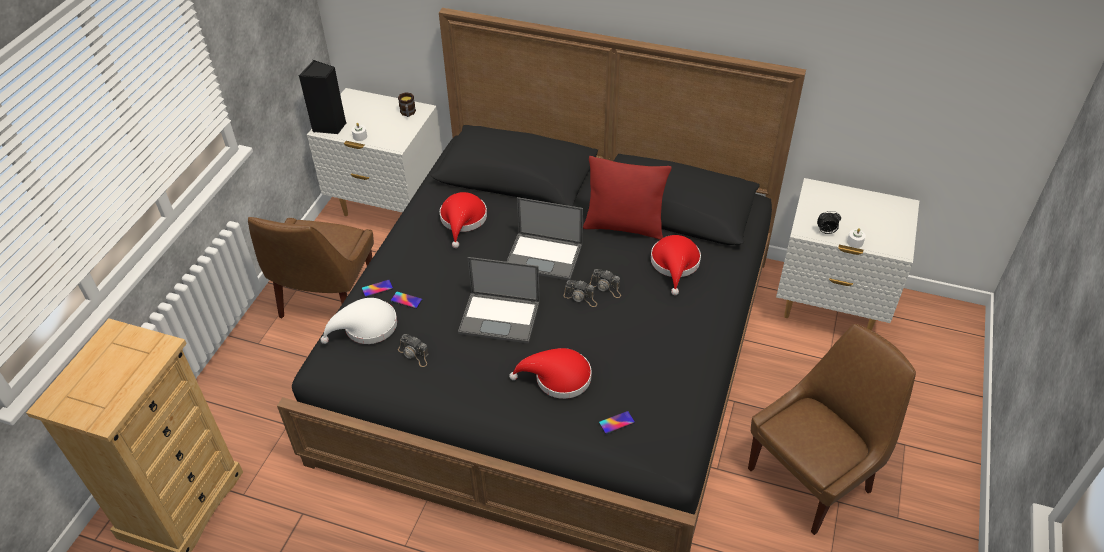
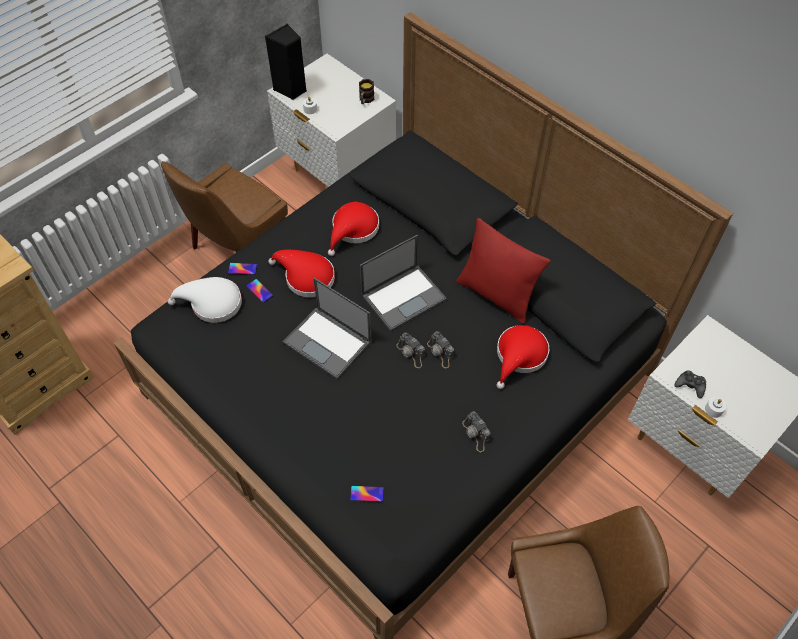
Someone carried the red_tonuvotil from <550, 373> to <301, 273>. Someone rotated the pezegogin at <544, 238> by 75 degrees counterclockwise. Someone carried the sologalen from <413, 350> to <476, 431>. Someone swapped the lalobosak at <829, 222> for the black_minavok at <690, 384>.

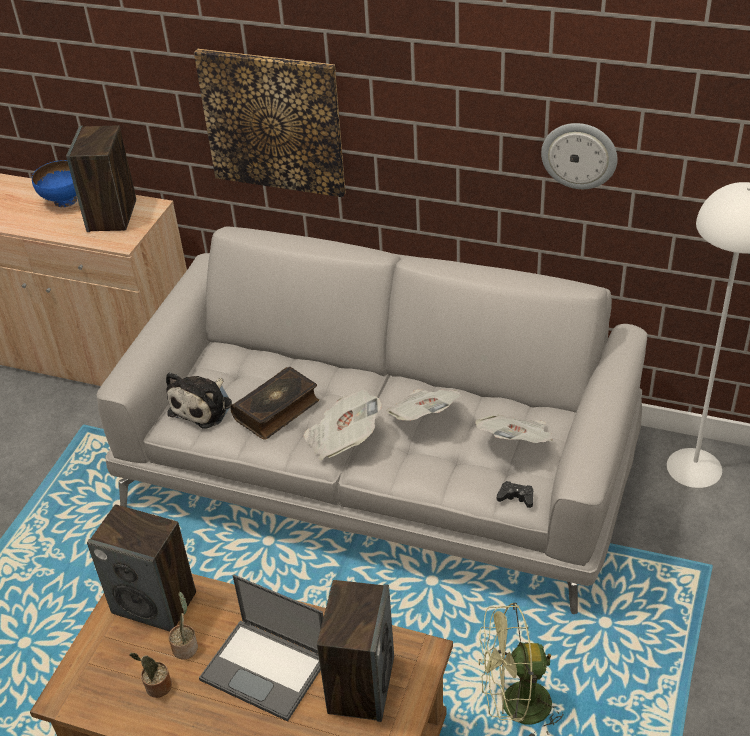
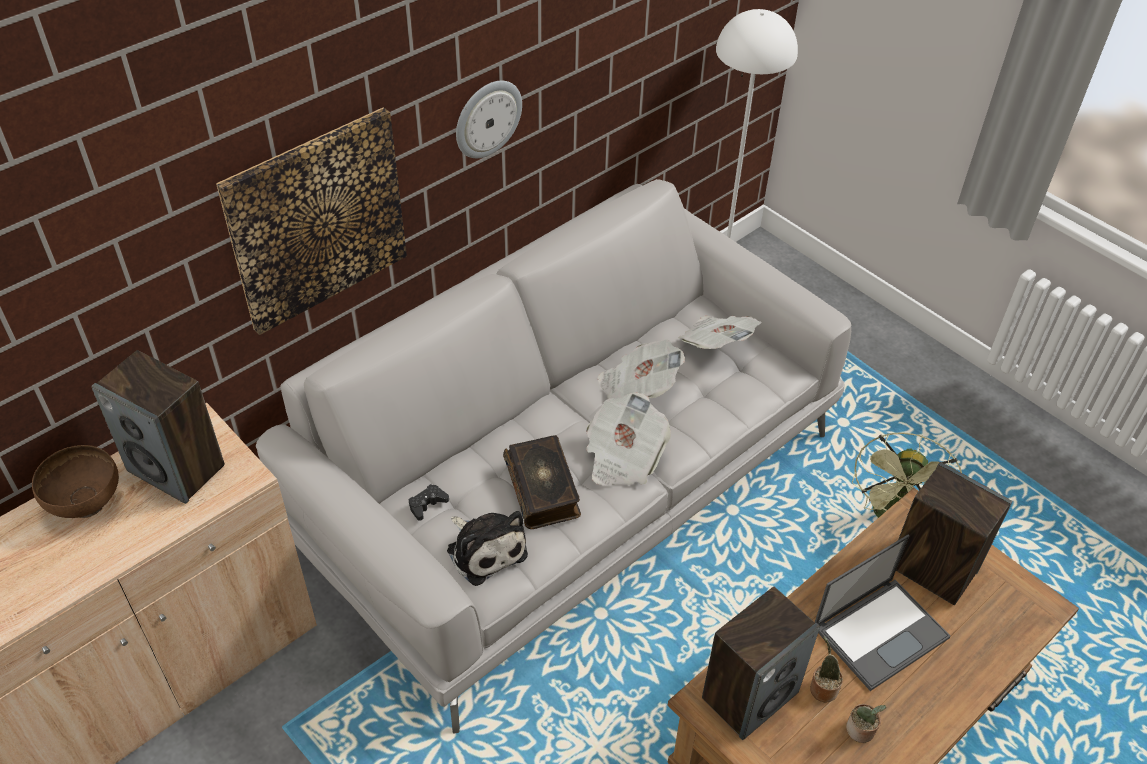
Someone repainted the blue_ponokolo at <54, 183>, which became the brown_ponokolo at <75, 481>. Someone carried the black_minavok from <515, 494> to <429, 502>. Someone carried the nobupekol from <579, 156> to <489, 119>.

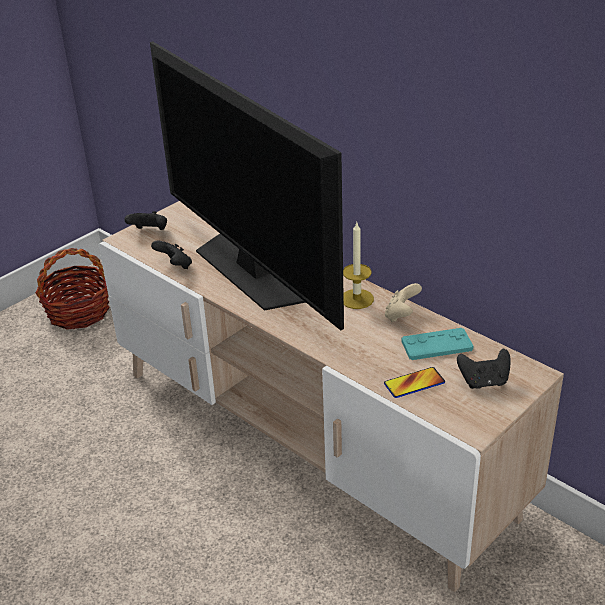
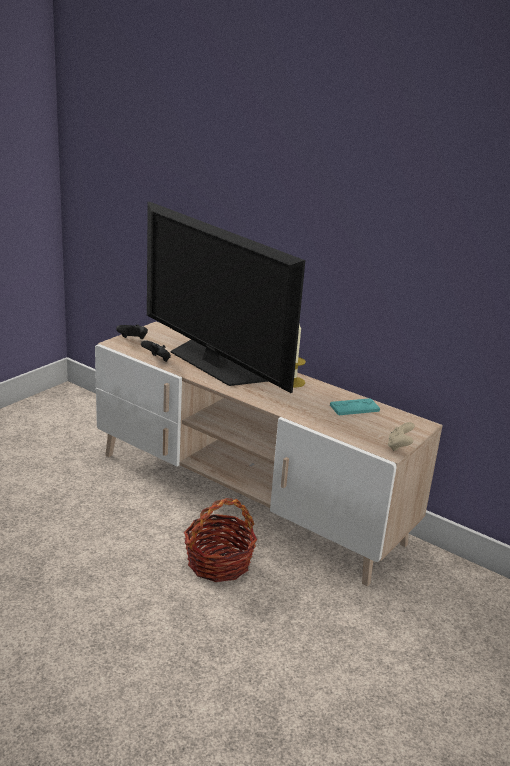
Someone carried the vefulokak from <72, 289> to <220, 540>. Someone carried the beige_minavok from <403, 302> to <401, 436>. Someone took away the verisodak at <414, 382>. Someone took away the black_minavok at <484, 369>.

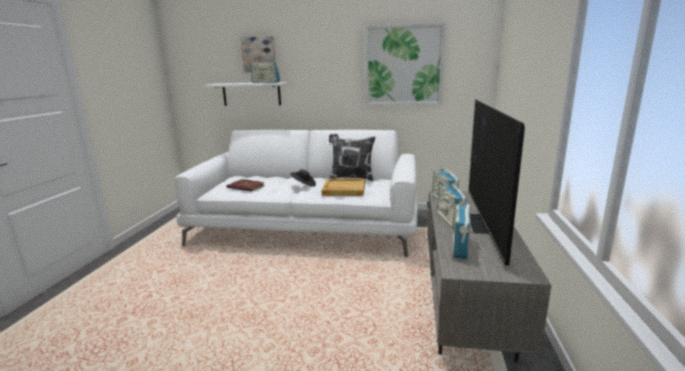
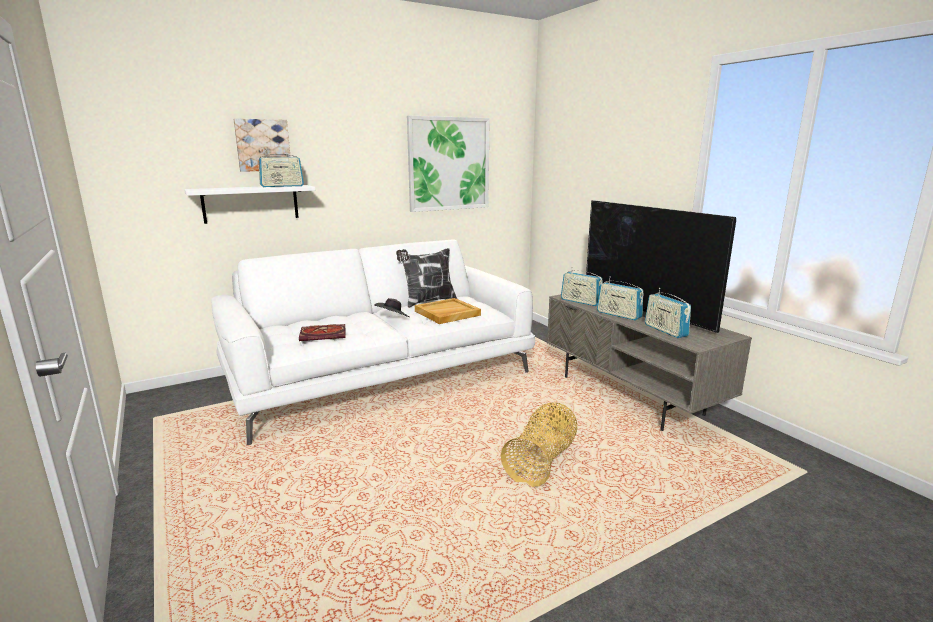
Someone put down the vefulokak at <539, 444>.

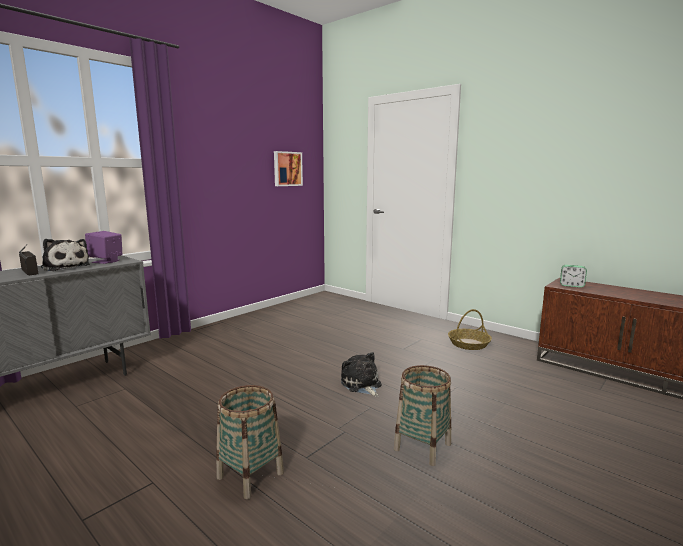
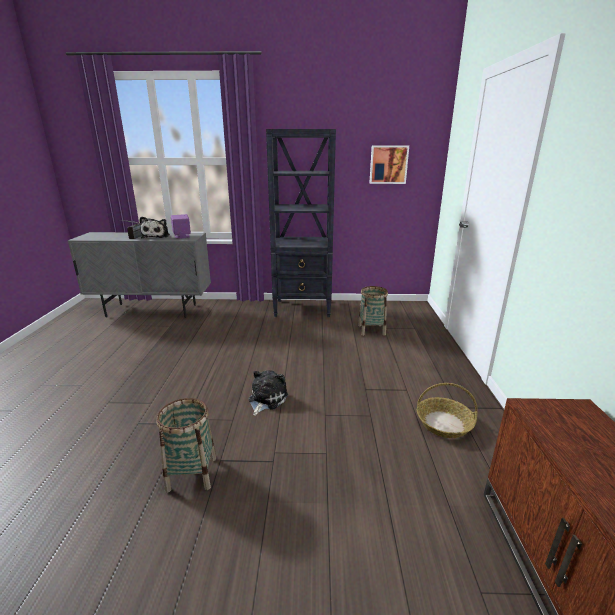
Someone put down the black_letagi at <301, 223>. Someone carried the vefulokak from <250, 442> to <373, 311>. Someone took away the lalobosak at <573, 276>.

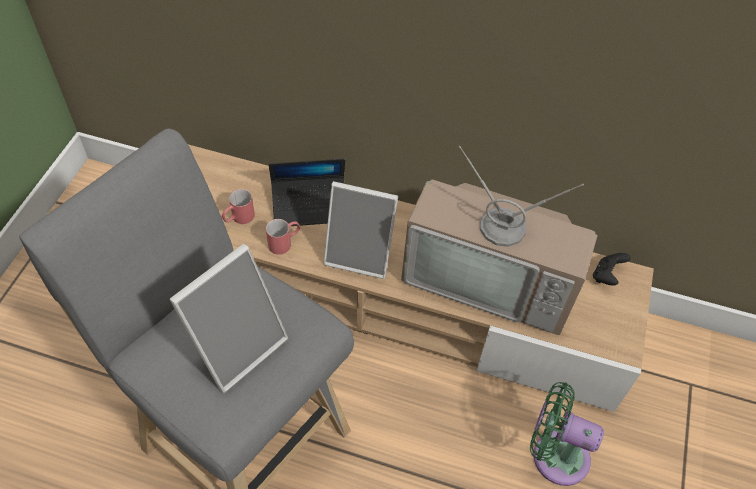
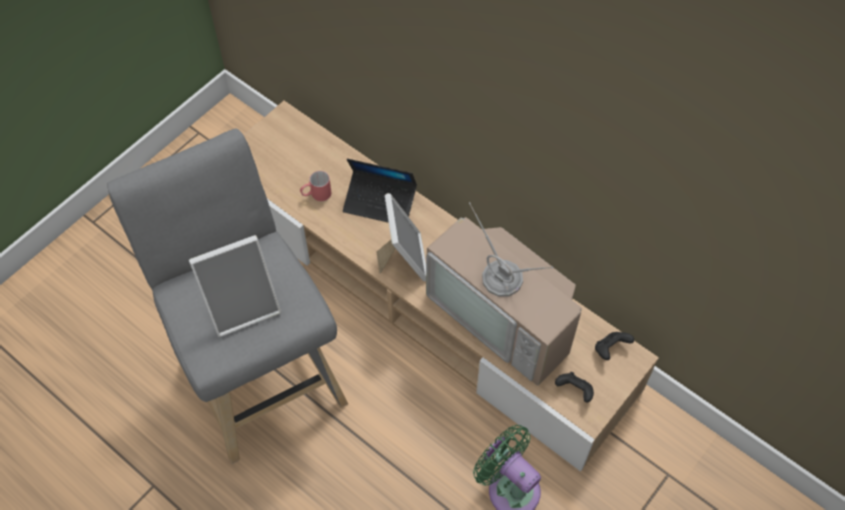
Someone rotated the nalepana at <361, 230> by 135 degrees counterclockwise. Someone put down the black_minavok at <574, 387>. Someone took away the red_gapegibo at <283, 237>.

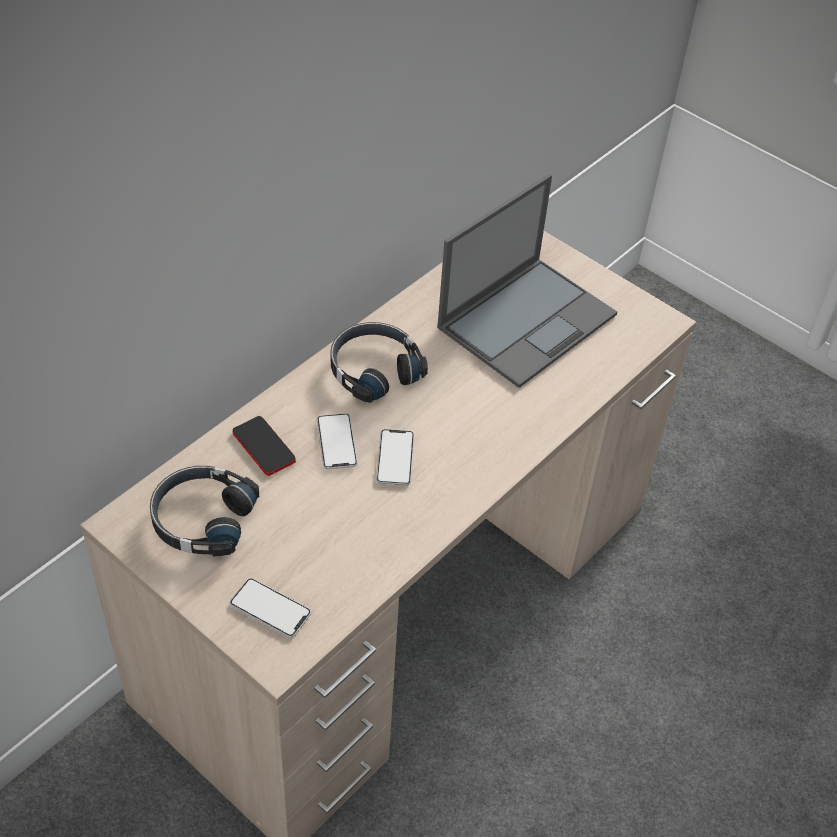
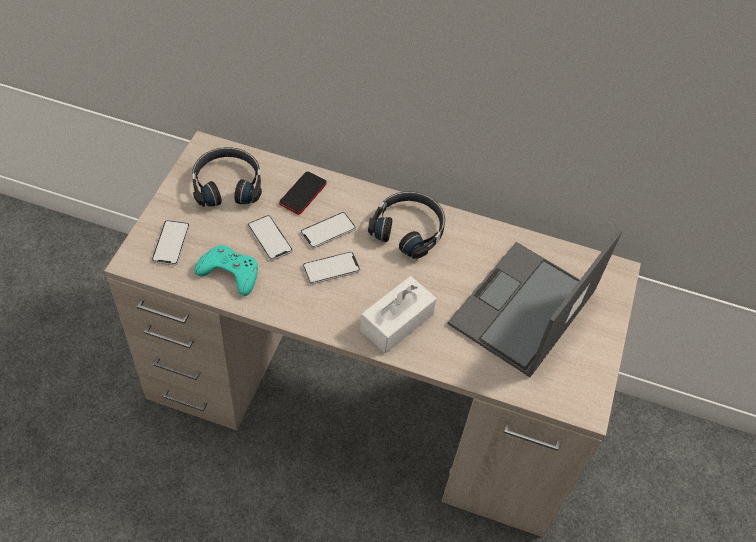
Someone put down the turquoise_minavok at <226, 270>. Someone put down the verisodak at <270, 237>. Someone put down the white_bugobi at <398, 314>. Someone rotated the pezegogin at <527, 281> by 105 degrees clockwise.

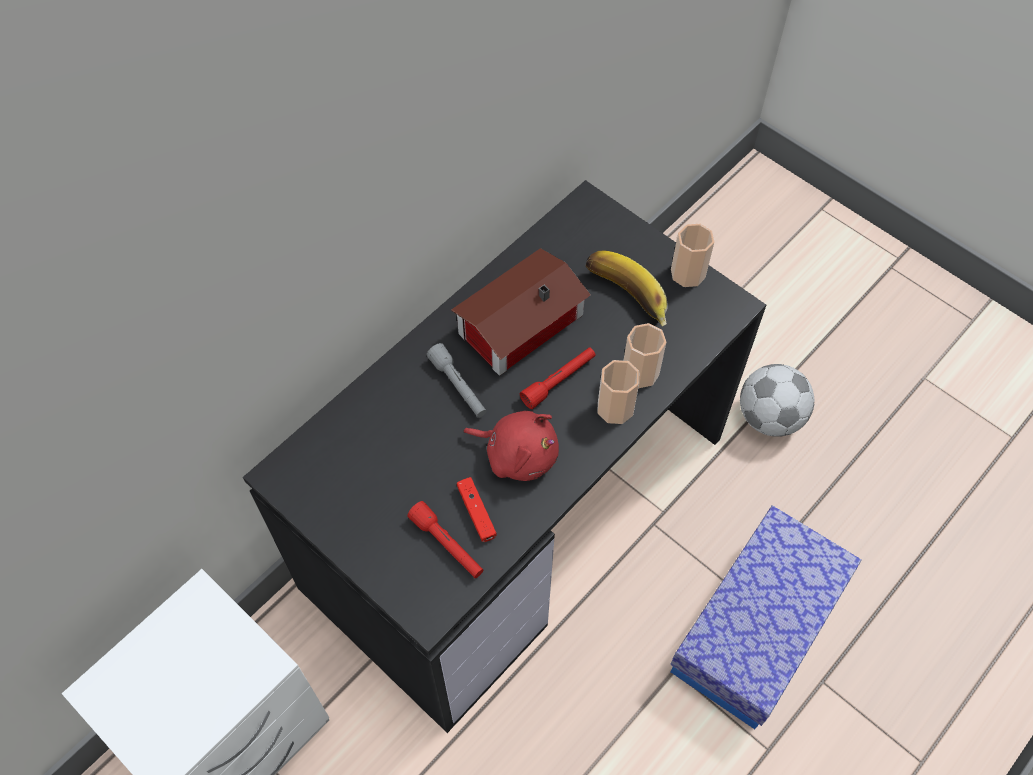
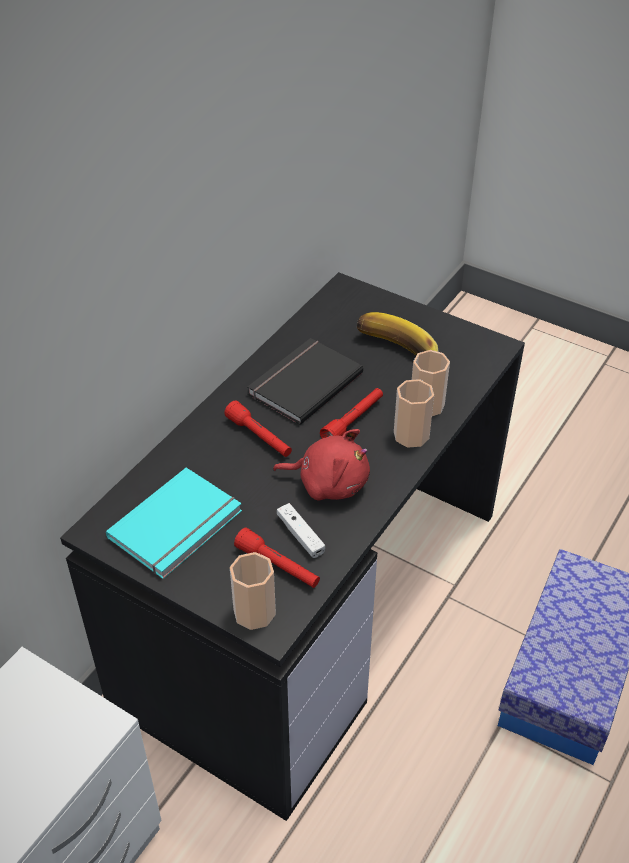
Someone put down the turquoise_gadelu at <174, 523>. Someone repainted the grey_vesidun at <457, 380>, which became the red_vesidun at <258, 429>. Someone carried the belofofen from <693, 255> to <253, 591>. Someone swapped the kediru at <521, 312> for the black_gadelu at <305, 381>. Someone repainted the red_minavok at <477, 509>, which became the white_minavok at <301, 530>. Someone took away the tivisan at <777, 400>.

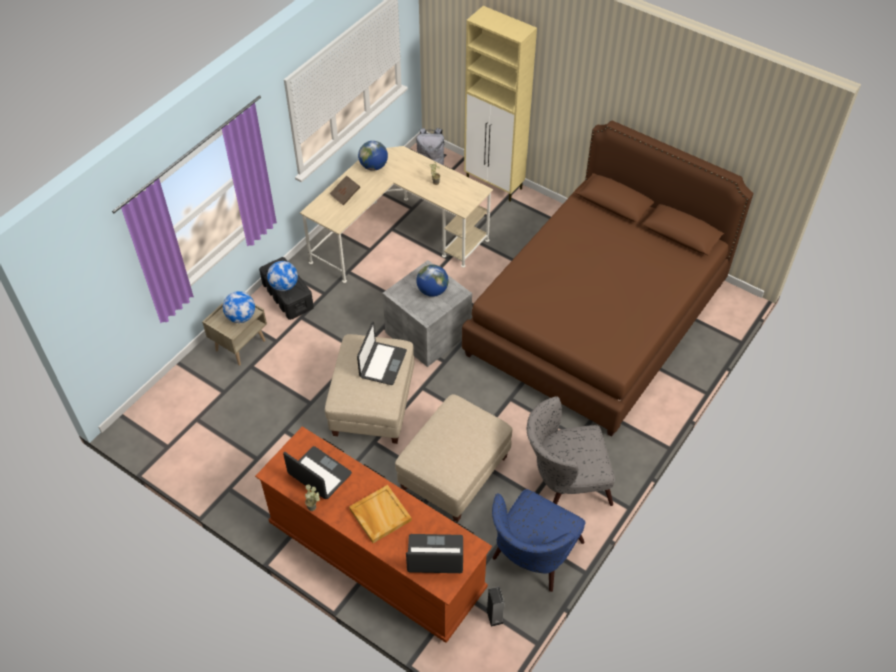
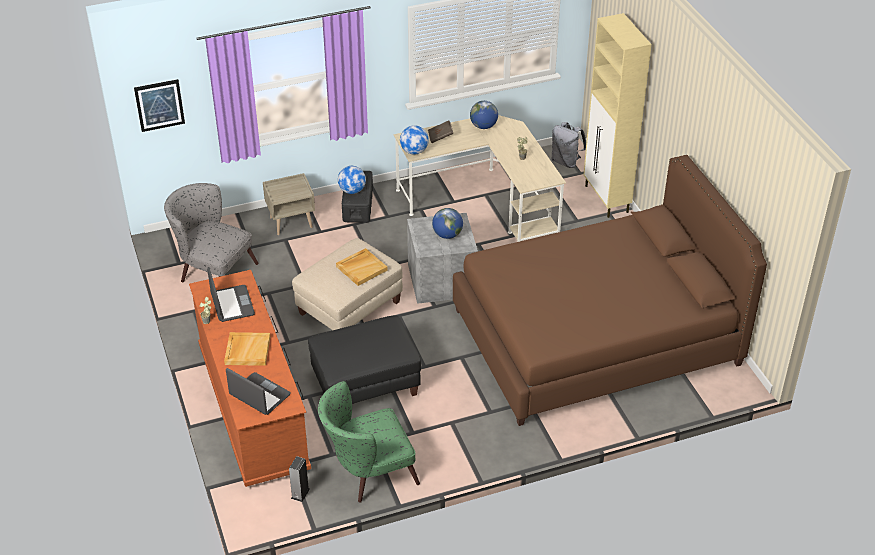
Someone put up the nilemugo at <159, 105>. Someone carried the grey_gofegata from <571, 451> to <211, 233>. Someone repainted the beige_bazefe at <453, 458>, which became the black_bazefe at <364, 359>. Someone repainted the blue_gofegata at <538, 540>, which became the green_gofegata at <369, 442>. Someone swapped the pezegogin at <382, 353> for the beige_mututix at <362, 267>. Someone carried the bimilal from <239, 307> to <414, 139>.

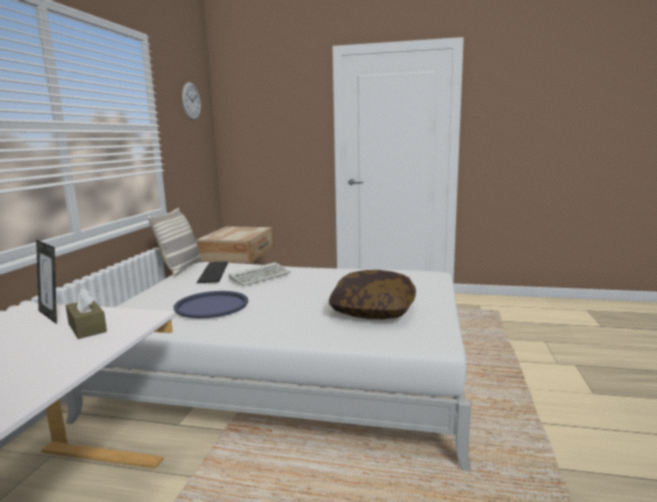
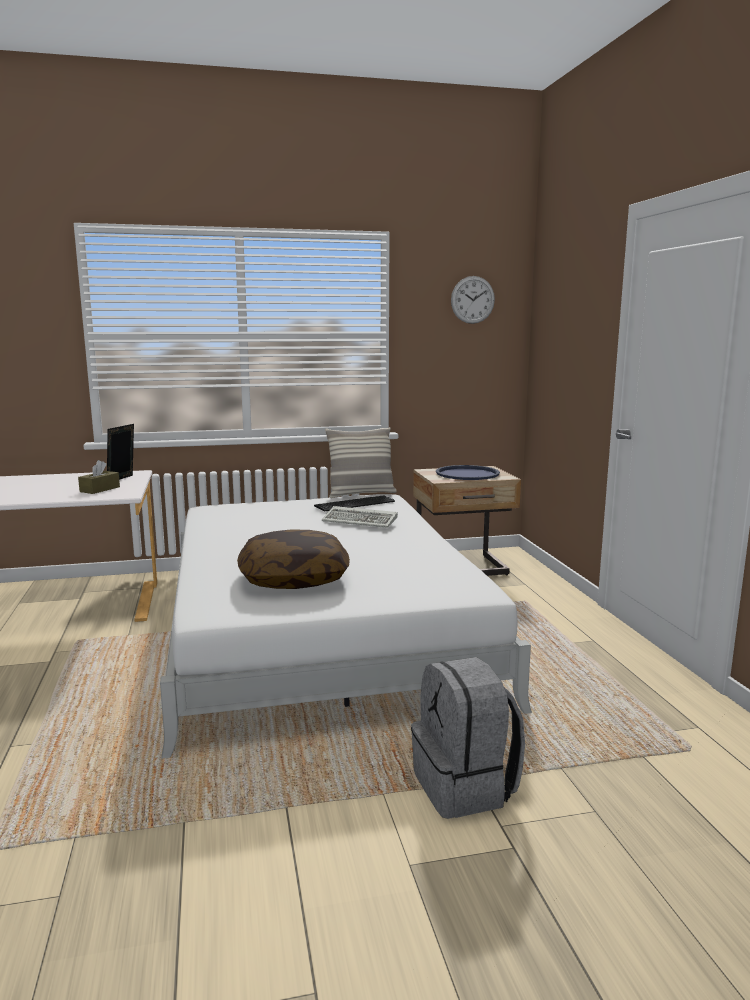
Someone put down the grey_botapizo at <468, 738>. Someone carried the blue_mututix from <211, 305> to <468, 472>.

